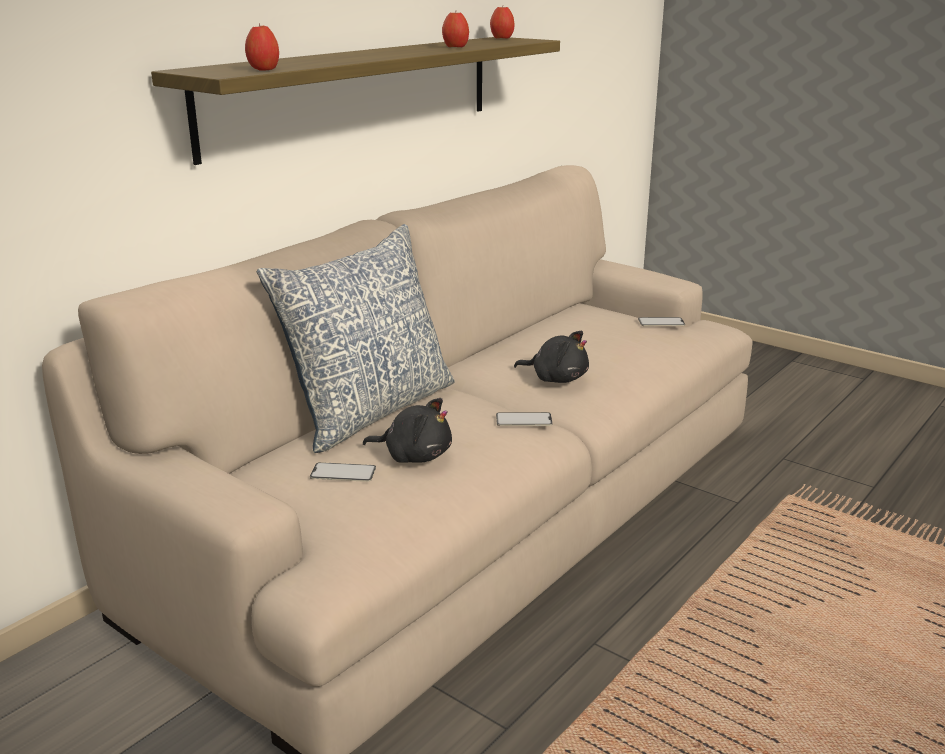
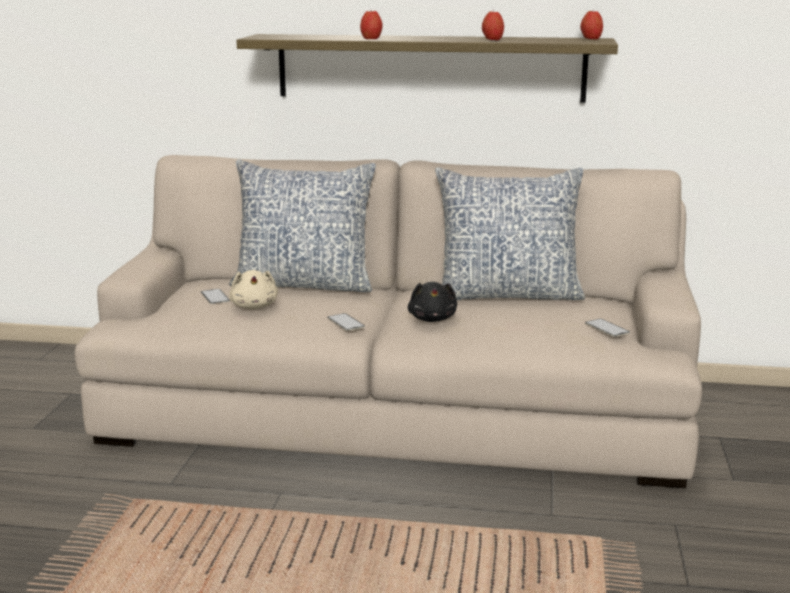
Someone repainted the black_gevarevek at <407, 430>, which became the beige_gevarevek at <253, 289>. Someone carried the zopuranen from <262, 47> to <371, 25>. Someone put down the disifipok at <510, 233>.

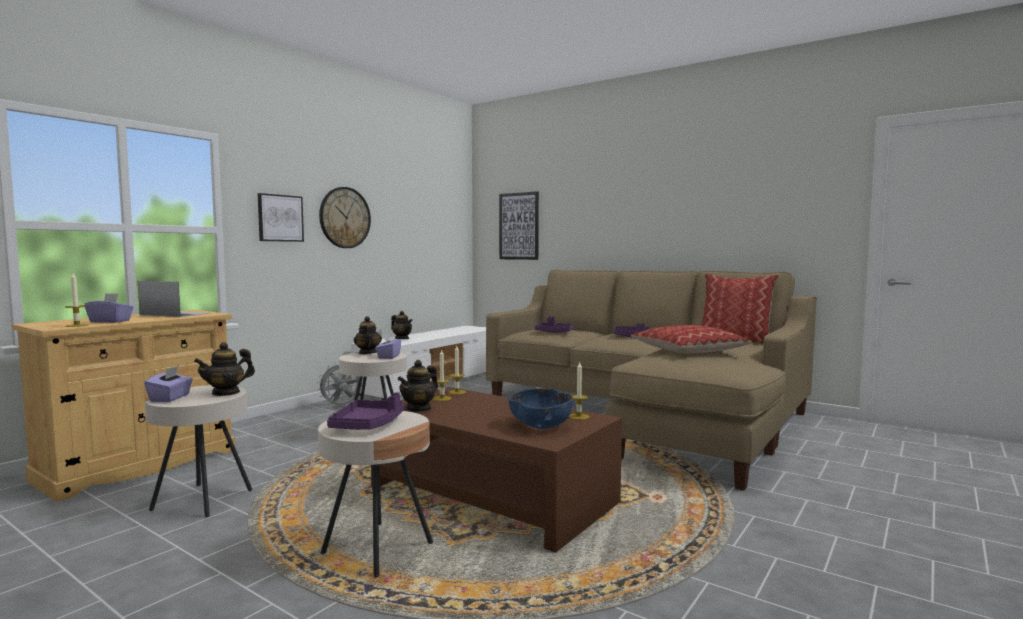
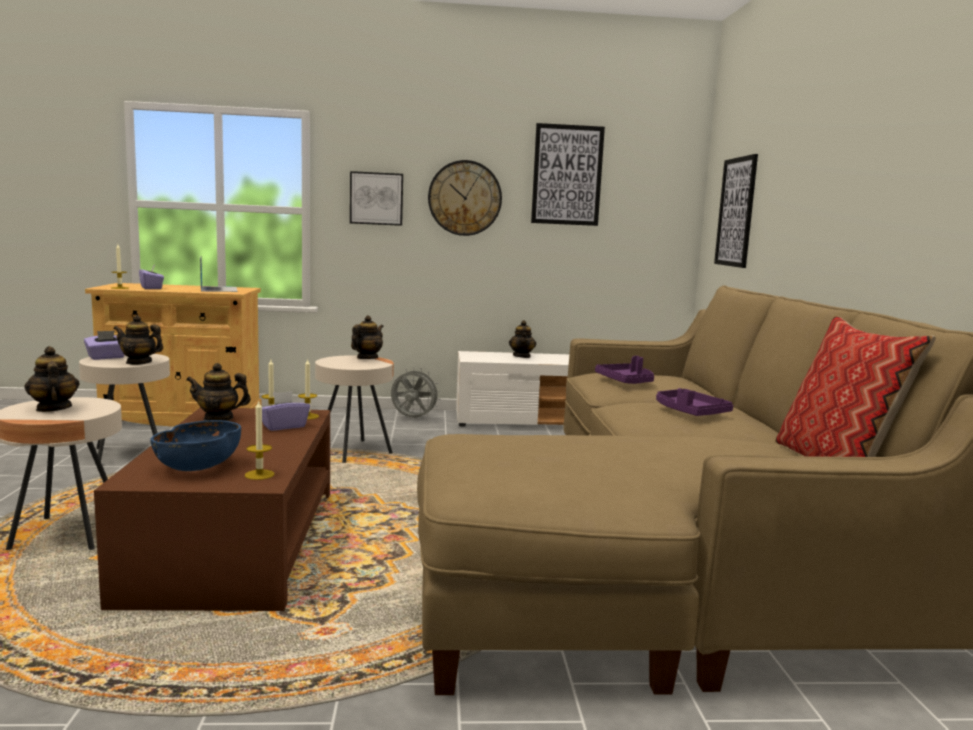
Someone swapped the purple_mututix at <366, 411> for the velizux at <52, 379>. Someone carried the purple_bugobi from <388, 346> to <286, 411>. Someone put up the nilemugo at <568, 174>. Someone took away the disifipok at <691, 339>.

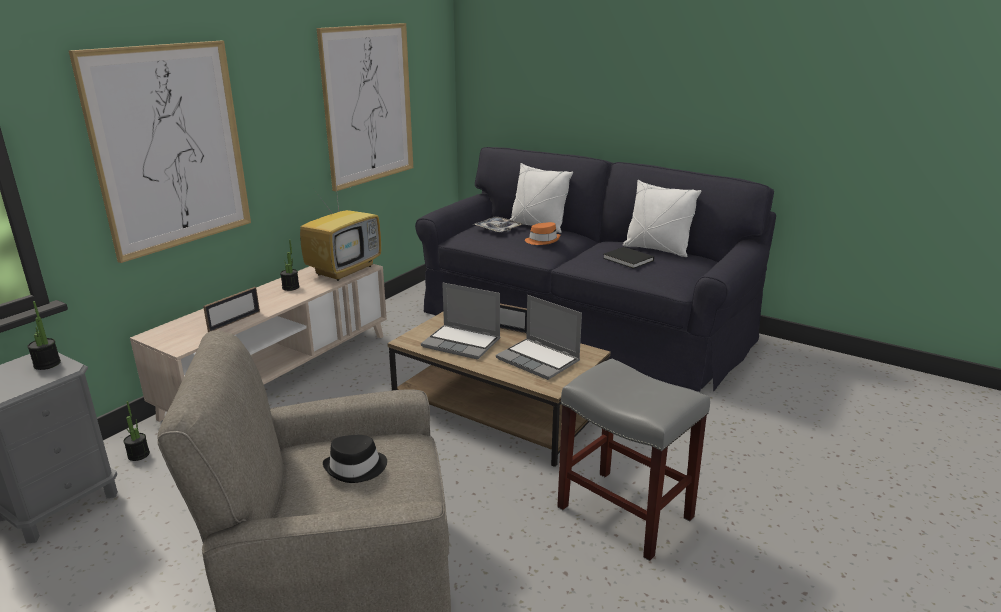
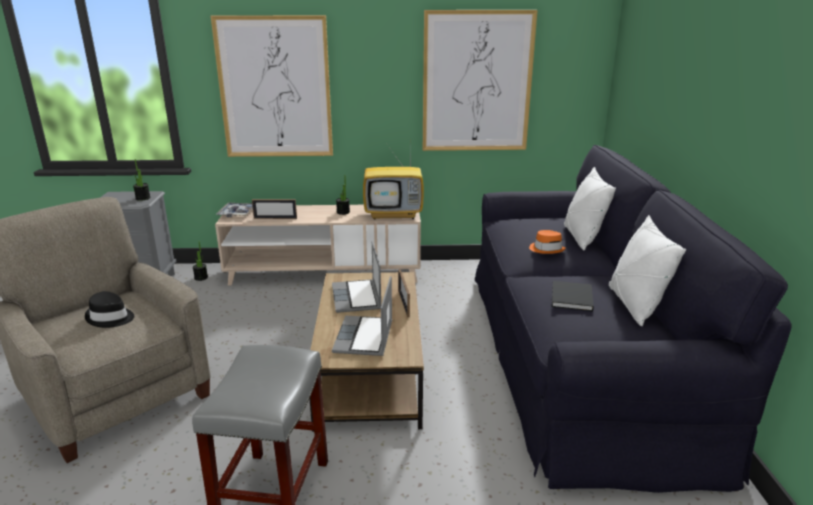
Someone carried the mututix from <498, 224> to <234, 210>.

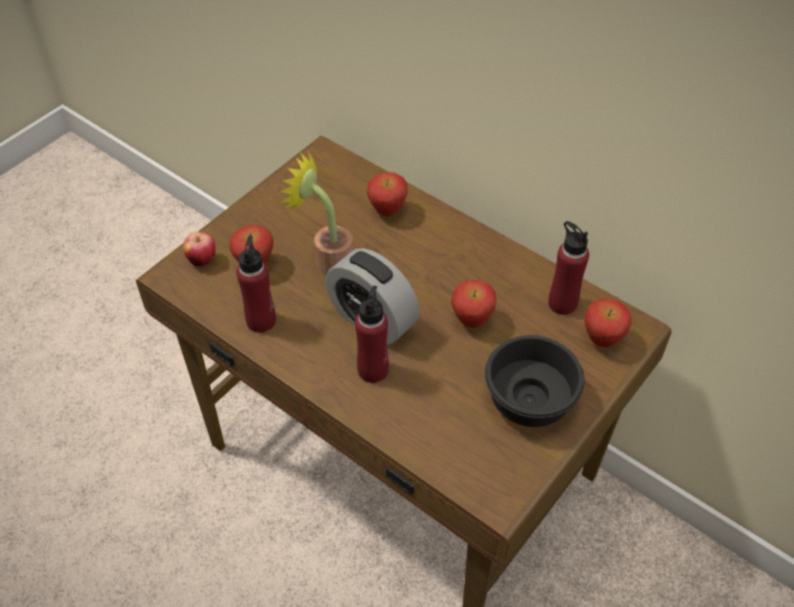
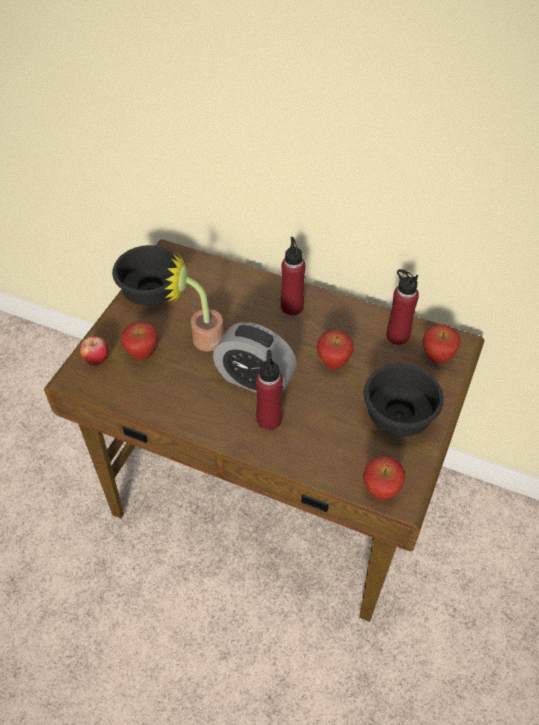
Someone put down the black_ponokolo at <145, 275>. Someone carried the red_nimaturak from <256, 284> to <293, 276>. Someone carried the zopuranen from <387, 194> to <384, 478>.

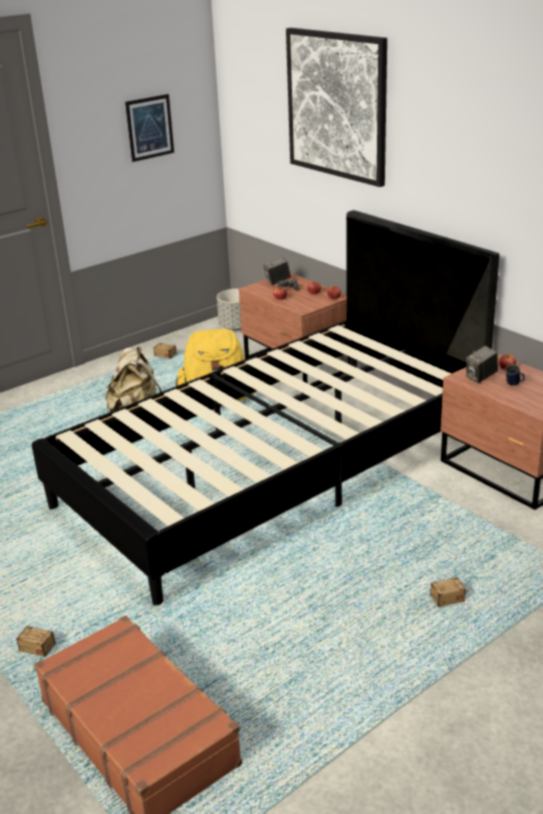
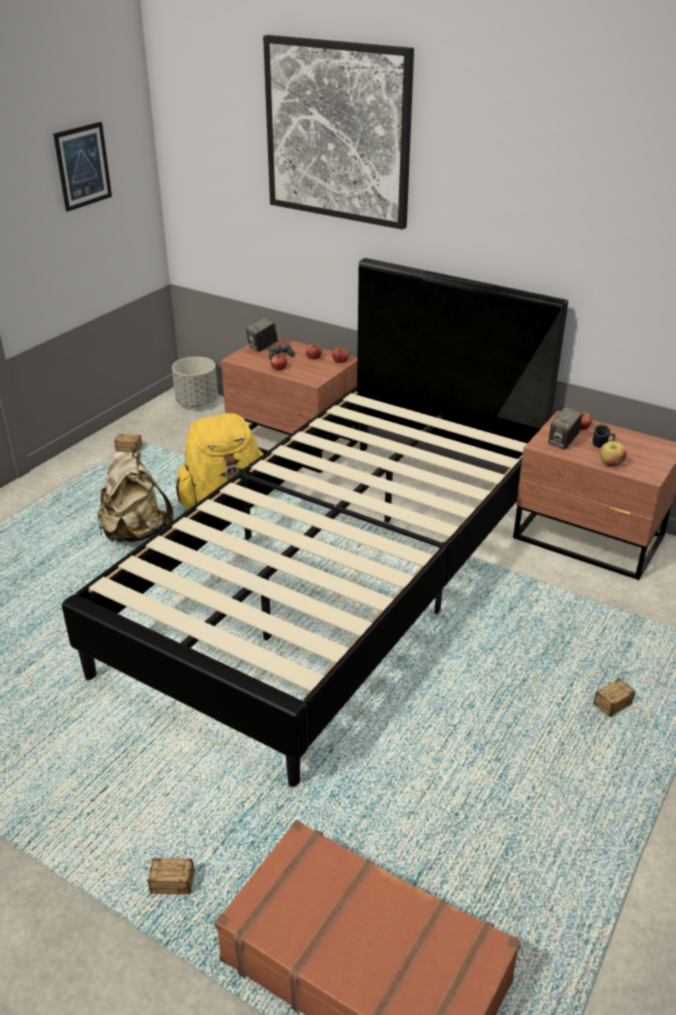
Someone put down the zopuranen at <613, 453>.

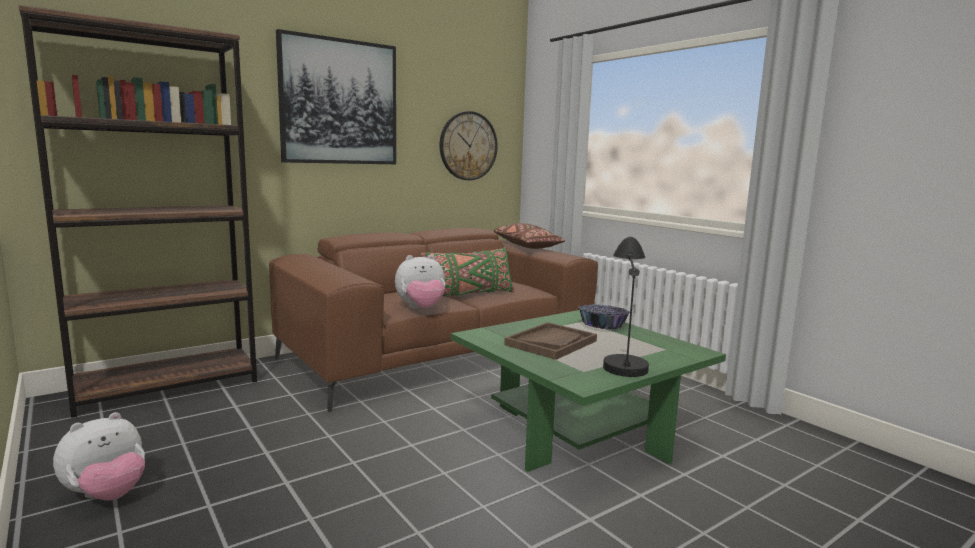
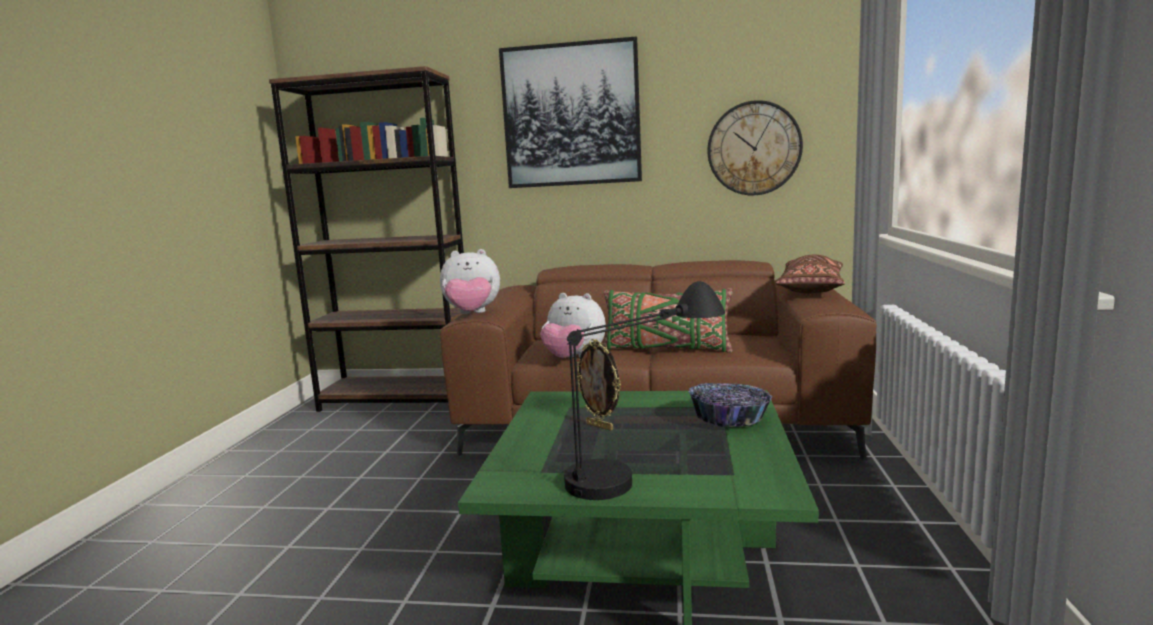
Someone carried the gevarevek from <99, 456> to <470, 281>. Someone swapped the brown_mututix at <550, 341> for the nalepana at <597, 385>.

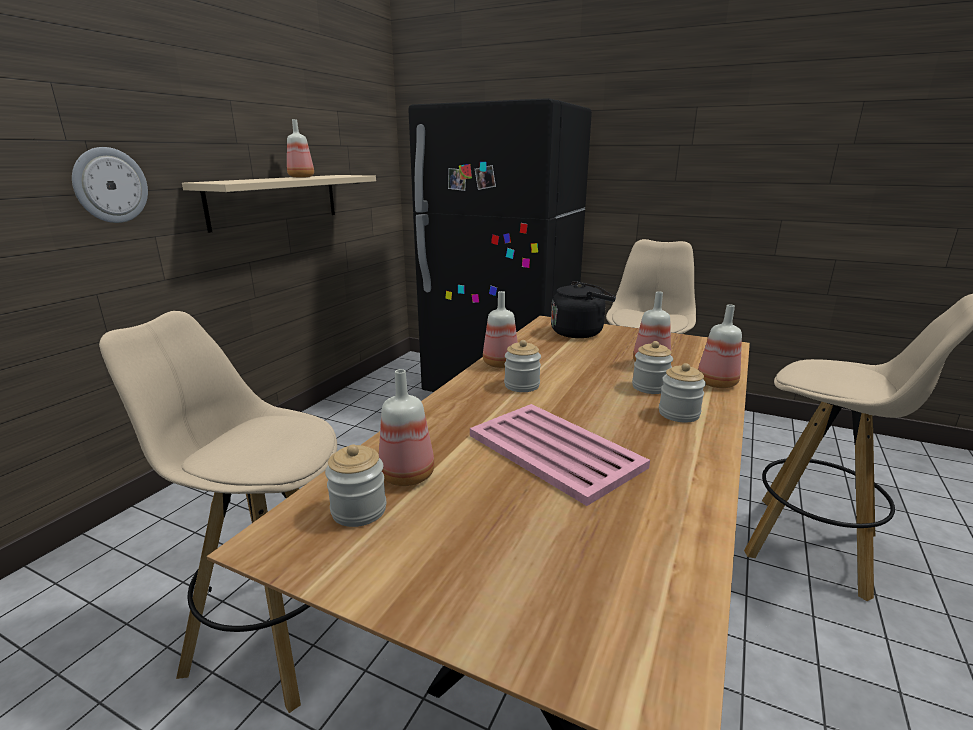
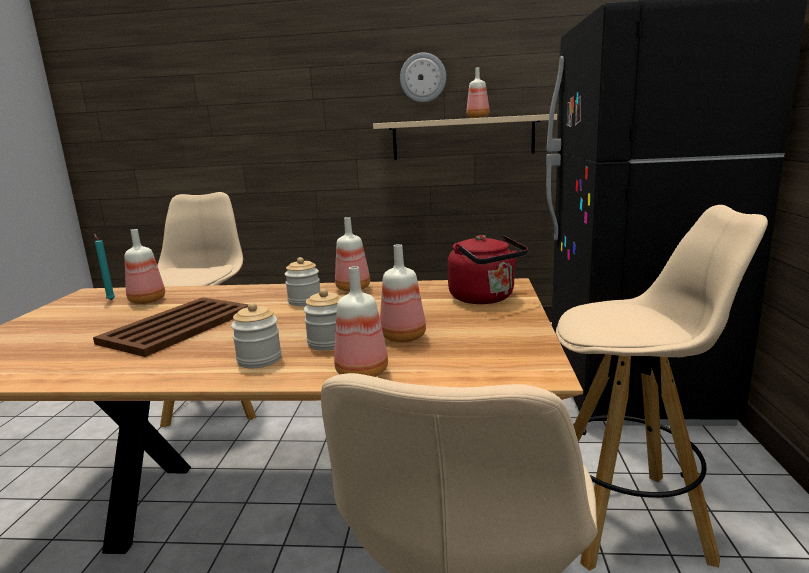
Someone repainted the pink_mututix at <560, 455>, which became the brown_mututix at <171, 327>. Someone swapped the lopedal at <355, 486> for the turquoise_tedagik at <104, 267>. Someone carried the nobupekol from <110, 185> to <423, 77>. Someone repainted the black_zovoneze at <583, 309>, which became the red_zovoneze at <488, 269>.

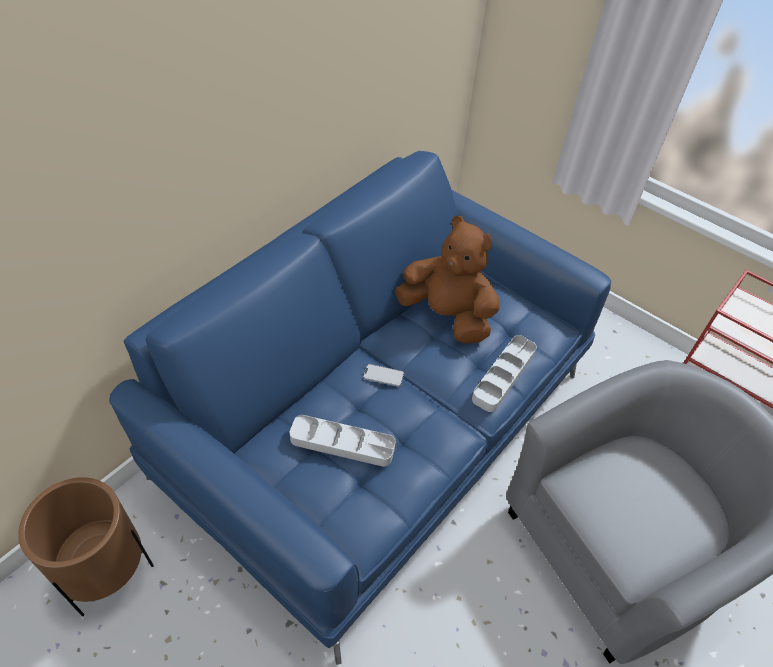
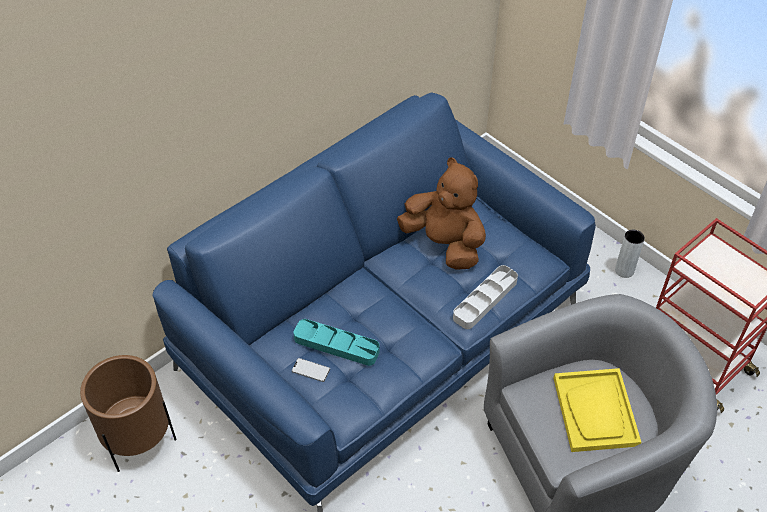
Someone carried the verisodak from <383, 375> to <311, 370>. Someone repainted the grey_mututix at <343, 441>, which became the turquoise_mututix at <337, 342>. Someone put down the yellow_mututix at <597, 410>. Someone put down the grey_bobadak at <630, 254>.

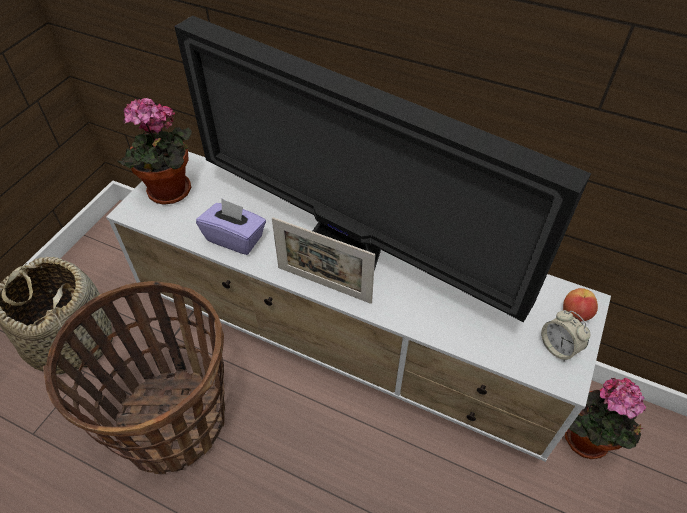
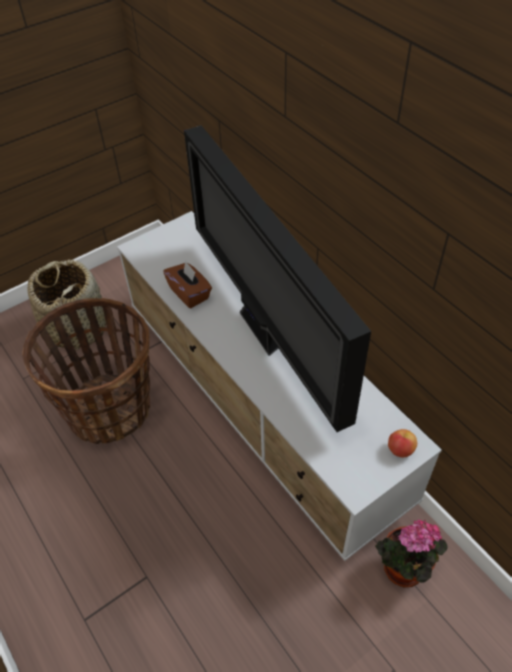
Someone repainted the purple_bugobi at <231, 226>, which became the brown_bugobi at <188, 284>. Someone took away the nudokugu at <155, 151>. Someone took away the nalepana at <323, 260>. Someone took away the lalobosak at <565, 336>.

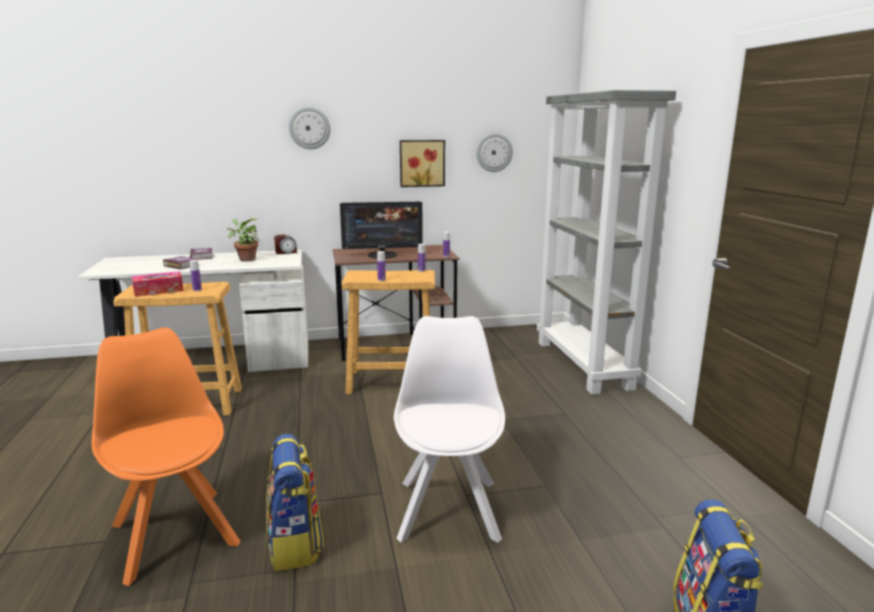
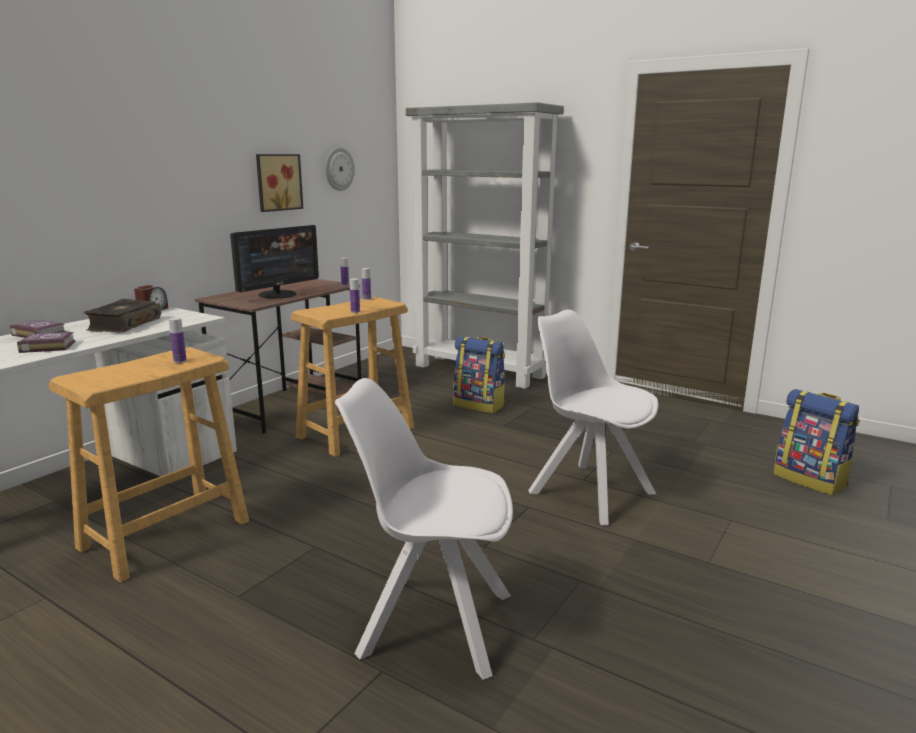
Someone swapped the nudokugu at <242, 240> for the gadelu at <122, 316>. Someone repainted the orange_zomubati at <166, 456>, which became the white_zomubati at <424, 529>. Someone carried the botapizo from <295, 502> to <479, 374>. Someone took away the bugobi at <158, 284>. Someone took away the nobupekol at <310, 128>.

